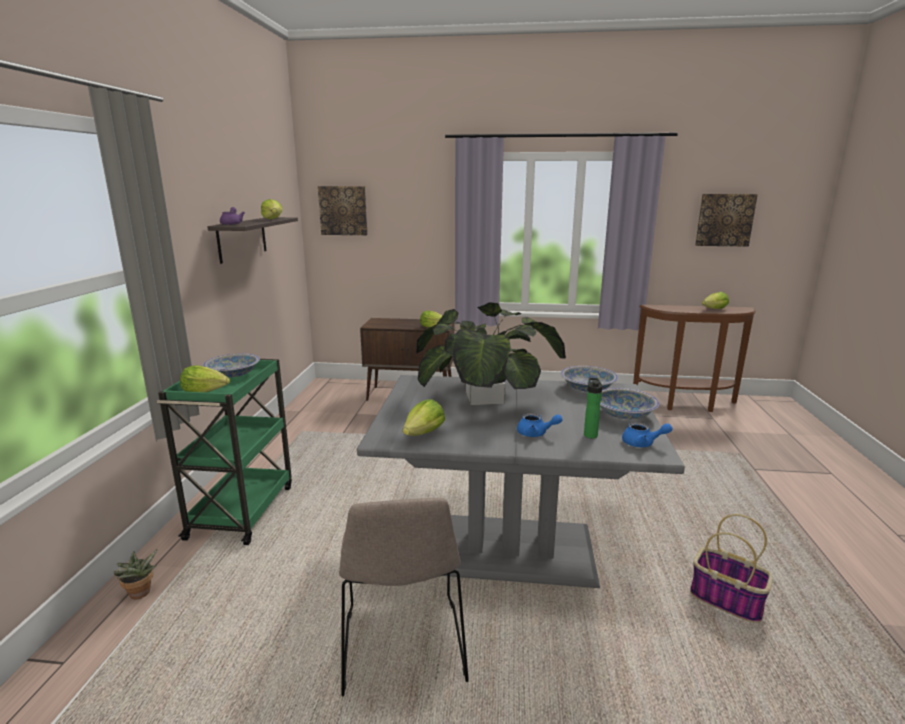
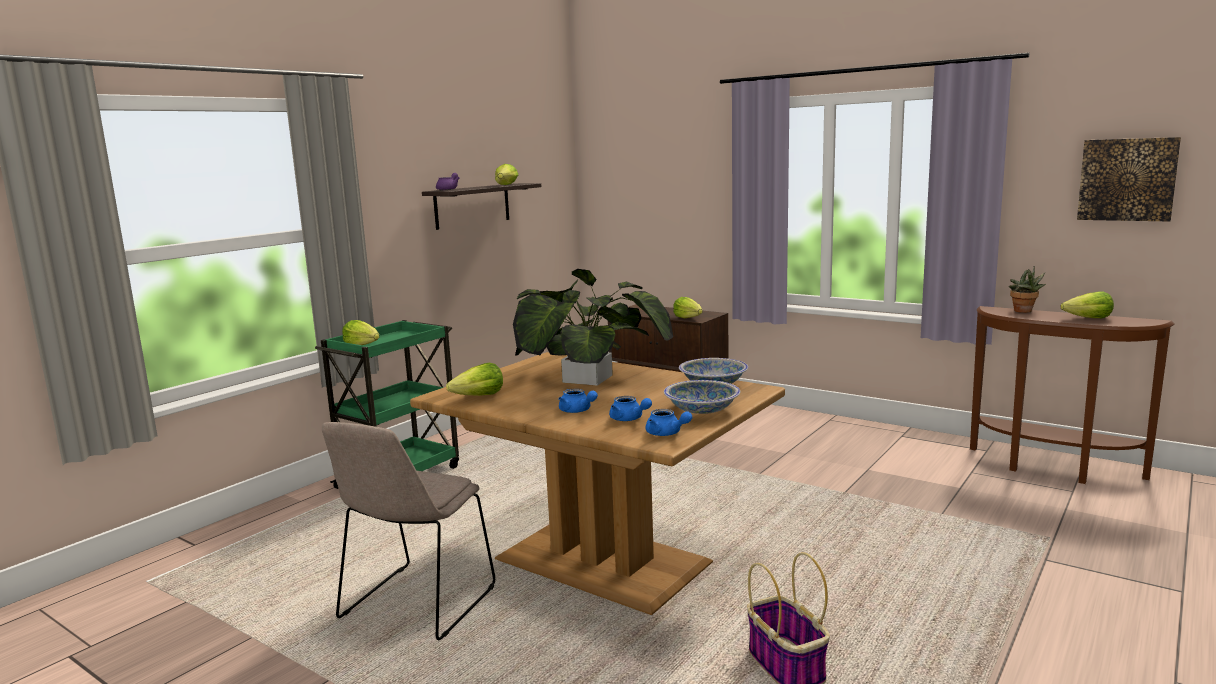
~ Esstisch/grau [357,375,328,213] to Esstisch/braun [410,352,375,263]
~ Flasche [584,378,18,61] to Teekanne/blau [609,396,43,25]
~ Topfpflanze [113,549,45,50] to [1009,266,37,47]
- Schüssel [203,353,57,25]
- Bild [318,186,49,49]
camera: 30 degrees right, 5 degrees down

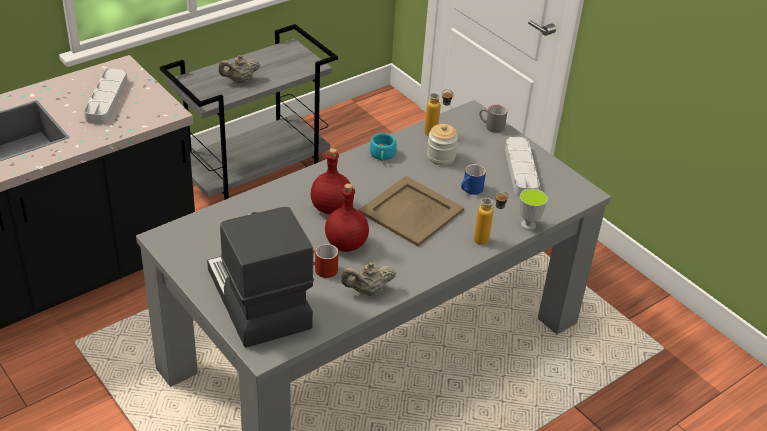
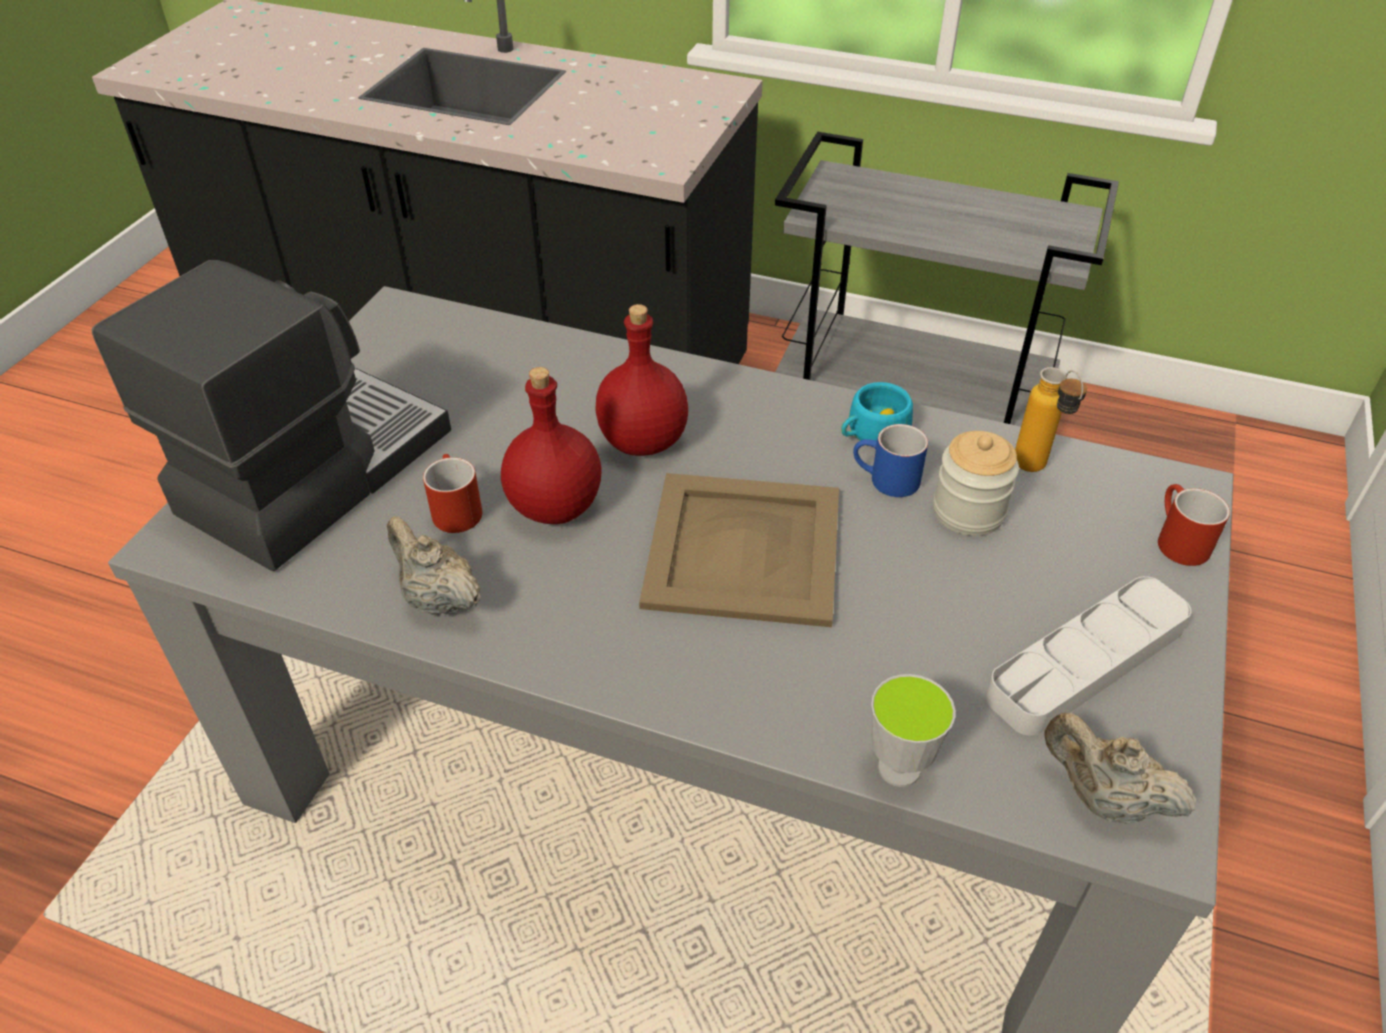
~ Henkelbecher/blau [461,164,25,31] to [853,424,75,73]
~ Teekanne/beige [218,55,42,28] to [1044,713,153,110]
~ Henkelbecher/grau [479,104,29,29] to Henkelbecher/rot [1158,484,72,82]
- Tablett/grau [84,69,43,55]
- Flasche [474,192,34,53]
camera: 60 degrees right, 5 degrees up

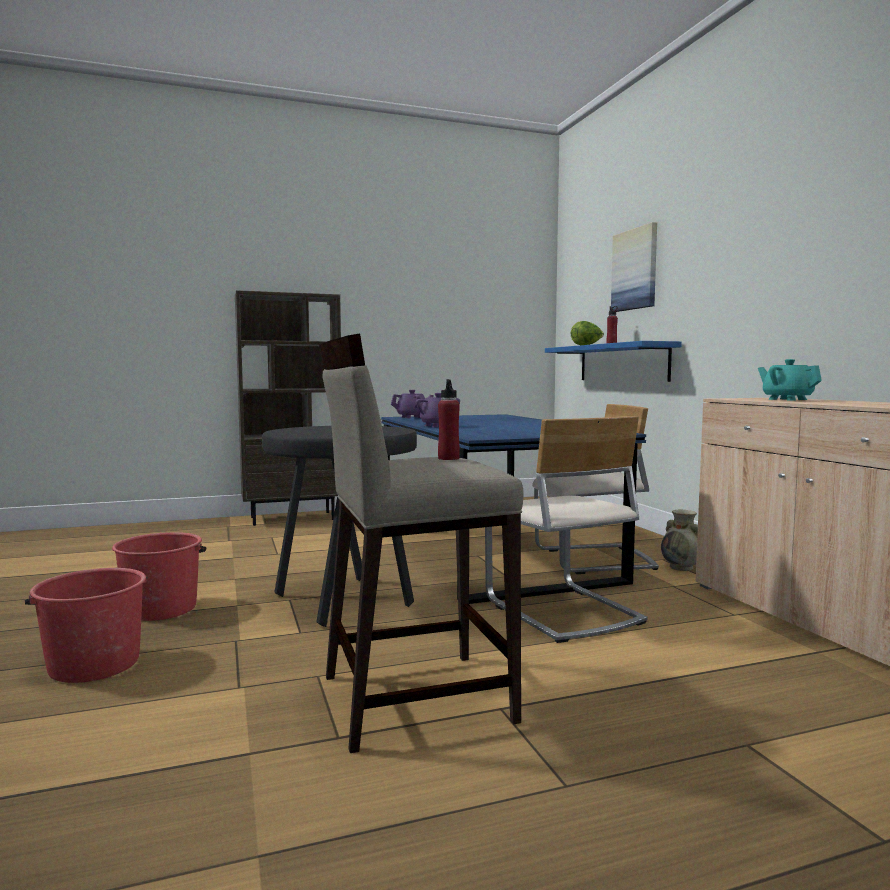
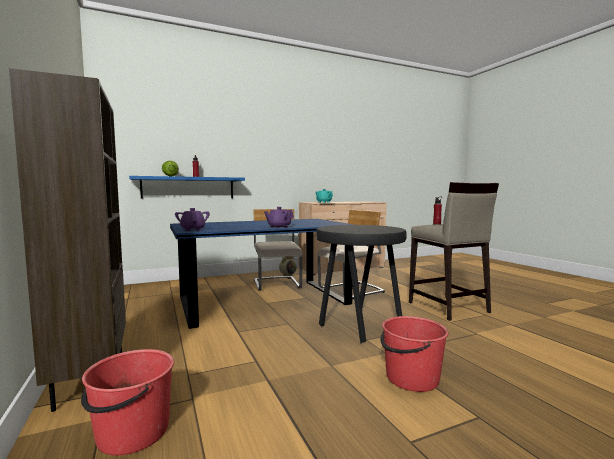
~ Eimer/rot [25,568,123,115] to [81,349,93,106]
- Bild [611,222,46,90]
camera: 95 degrees left, 0 degrees up

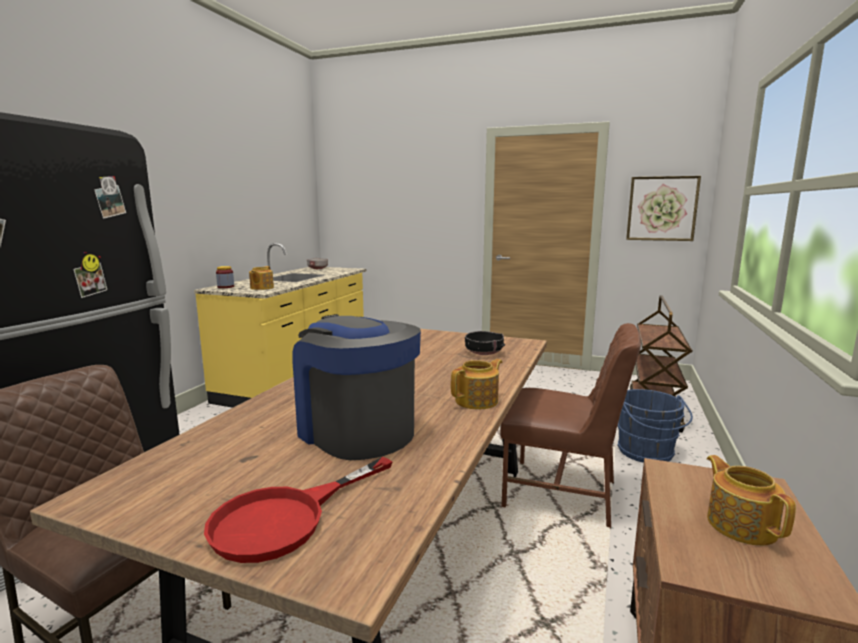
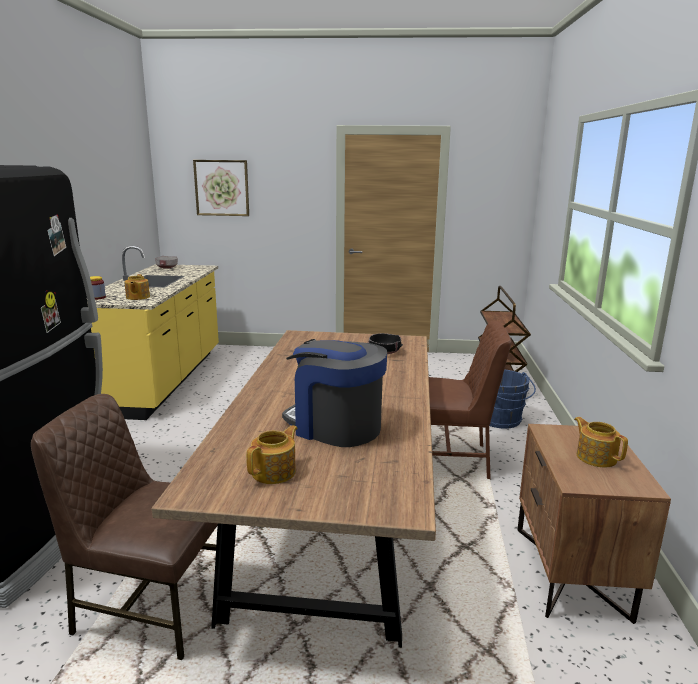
~ Bild [626,176,75,65] to [193,160,56,56]
~ Teekanne [451,359,52,50] to [246,425,52,59]
- Pfanne/rot [204,457,188,106]
camera: 15 degrees left, 5 degrees up

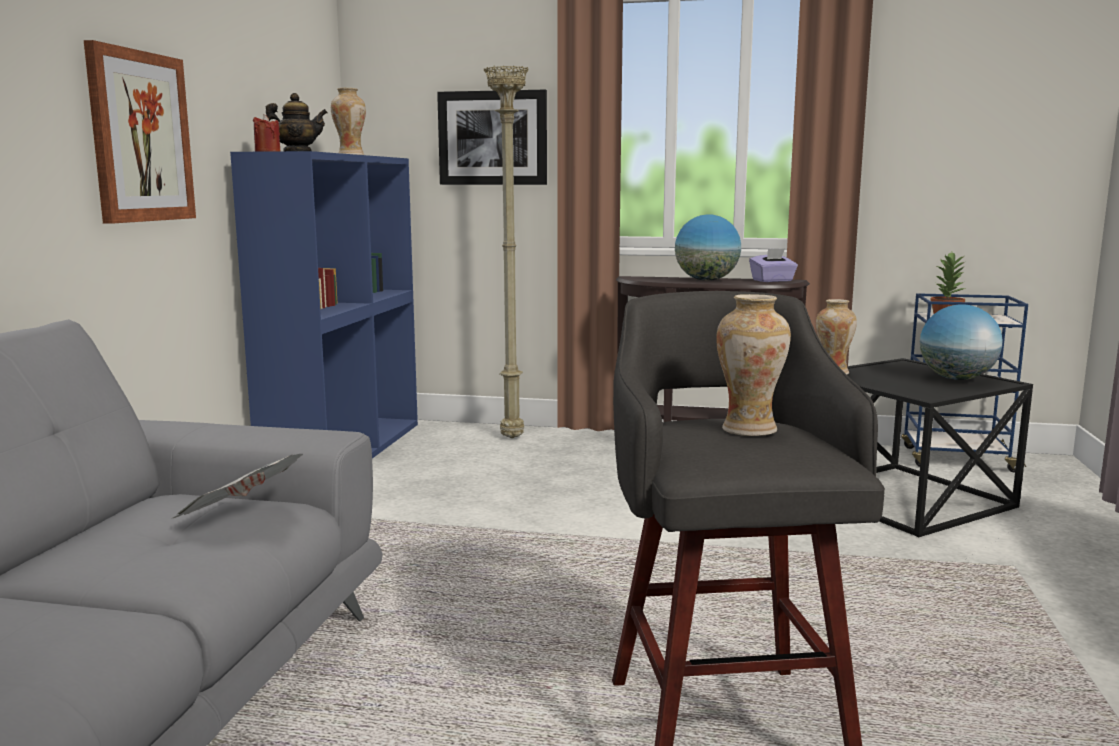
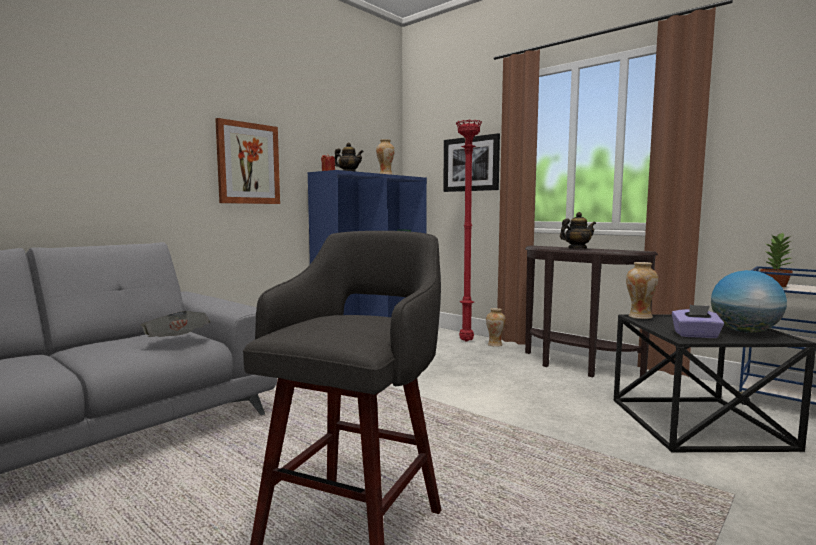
~ Stehlampe/beige [484,65,44,373] to Stehlampe/rot [456,120,26,222]
~ Vase [716,294,75,142] to [486,308,20,39]
~ Globus [675,214,66,67] to Teekanne [560,212,36,37]
~ Taschentuchbox/lila [749,248,49,34] to [672,305,52,33]
camera: 30 degrees right, 5 degrees down

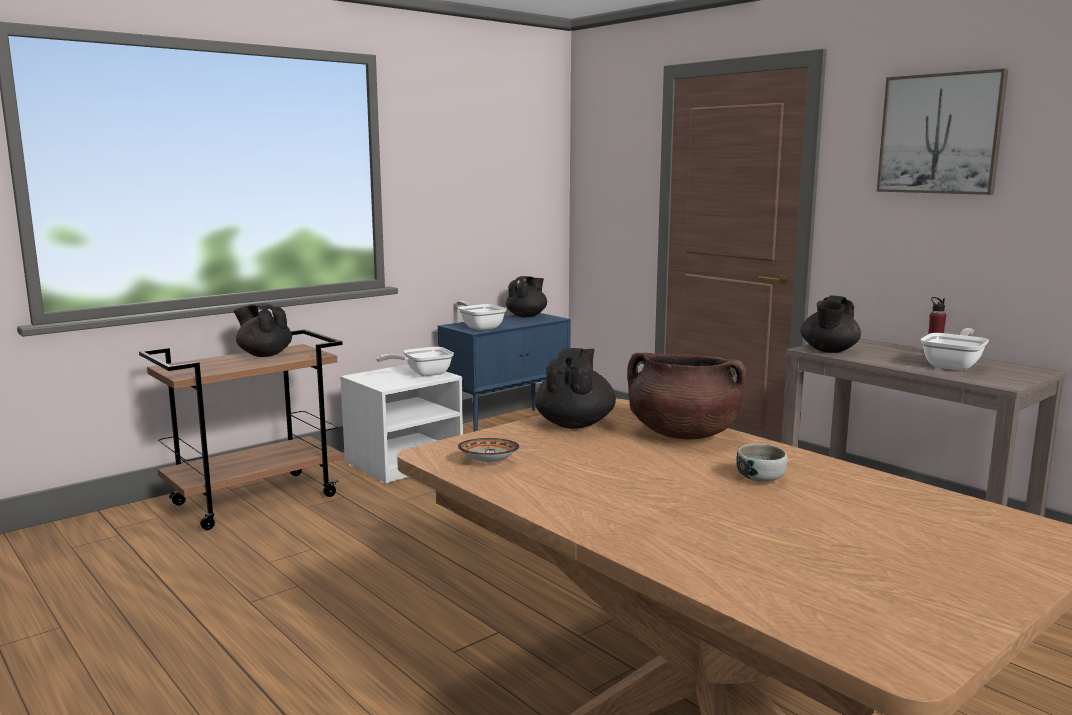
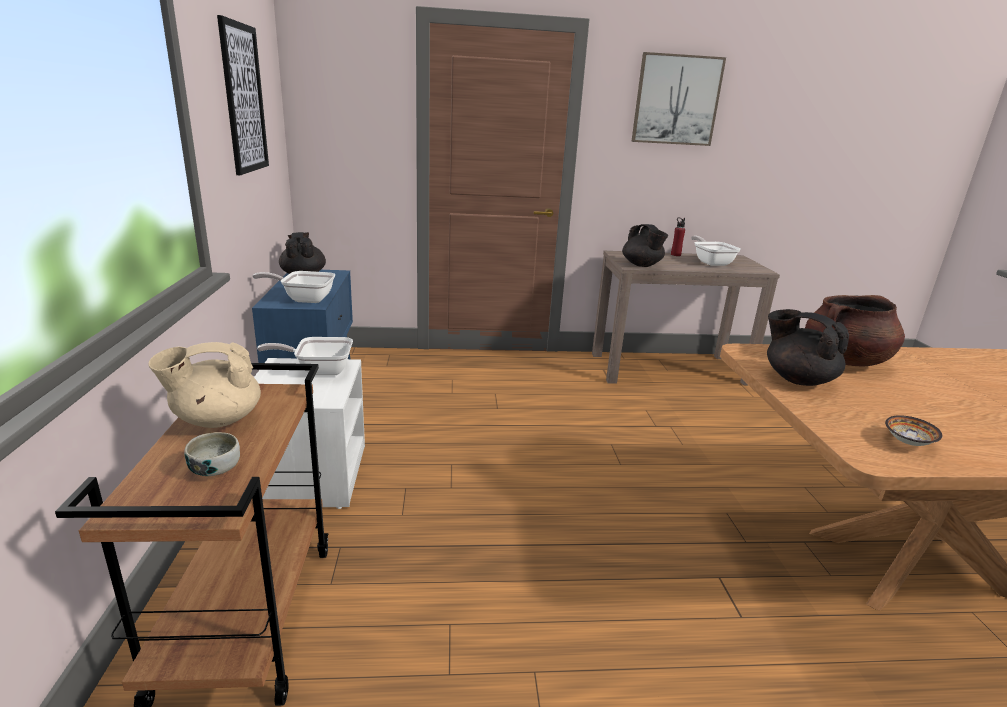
~ Teekanne/schwarz [234,303,58,54] to Teekanne/beige [149,342,112,86]
~ Schüssel [737,443,51,40] to [184,432,56,44]
+ Bild [217,15,52,160]
~ Pfanne [376,347,78,30] = [257,337,96,39] 75 degrees clockwise
camera: 55 degrees left, 10 degrees up

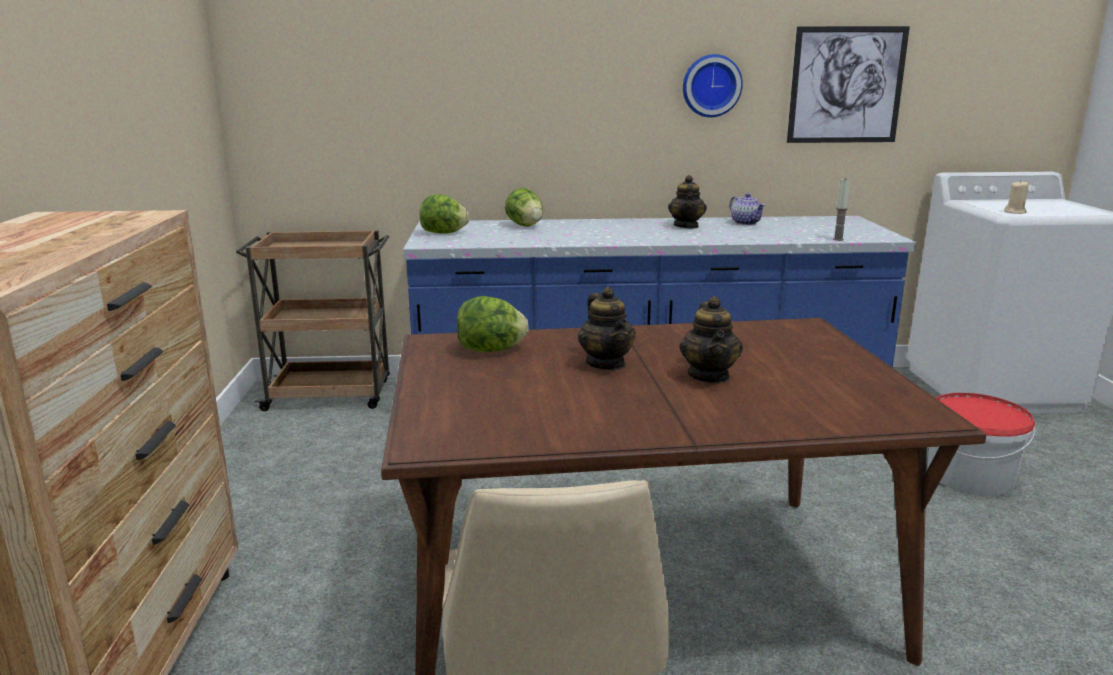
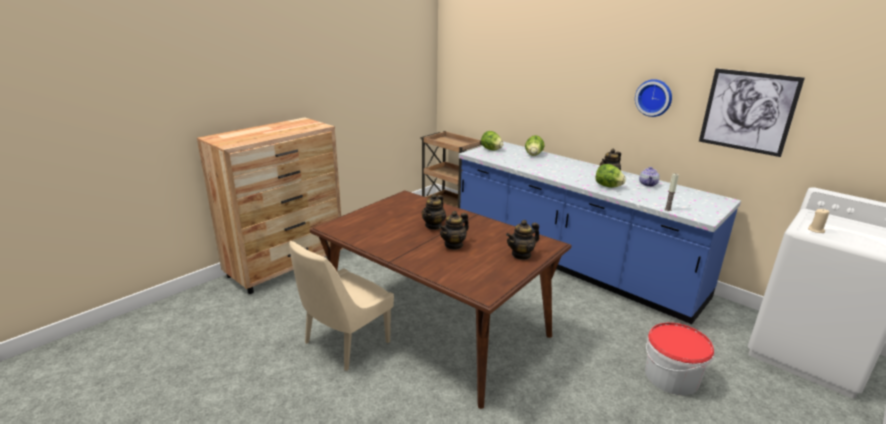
+ Teekanne [506,220,33,40]
~ Salatkopf [457,296,71,56] to [596,164,30,24]
camera: 45 degrees right, 5 degrees up

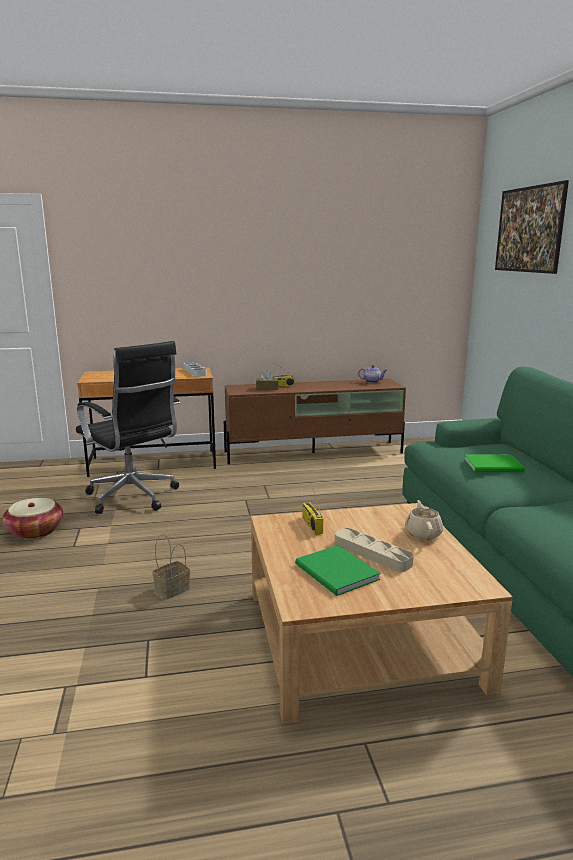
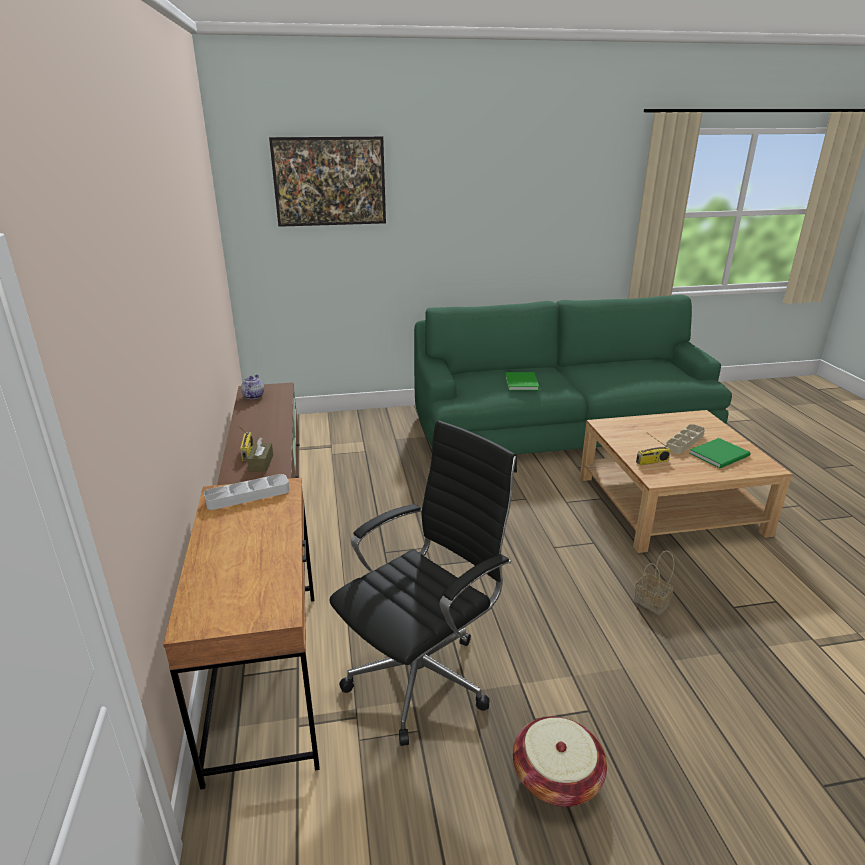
- Teekanne/beige [405,500,38,40]
camera: 90 degrees left, 10 degrees up

